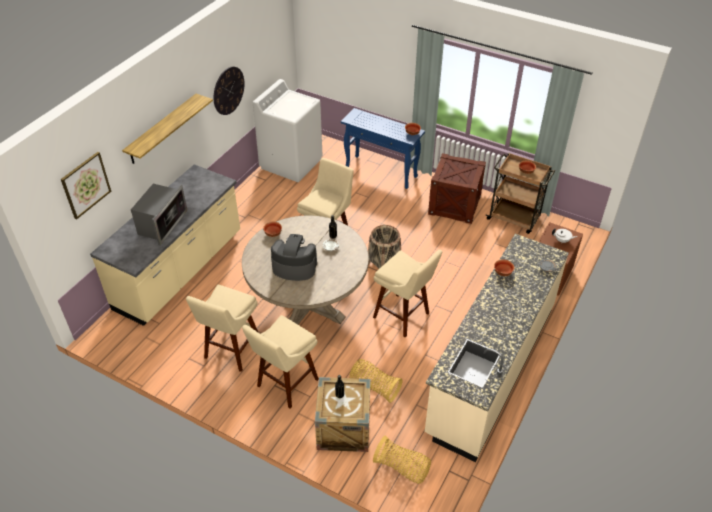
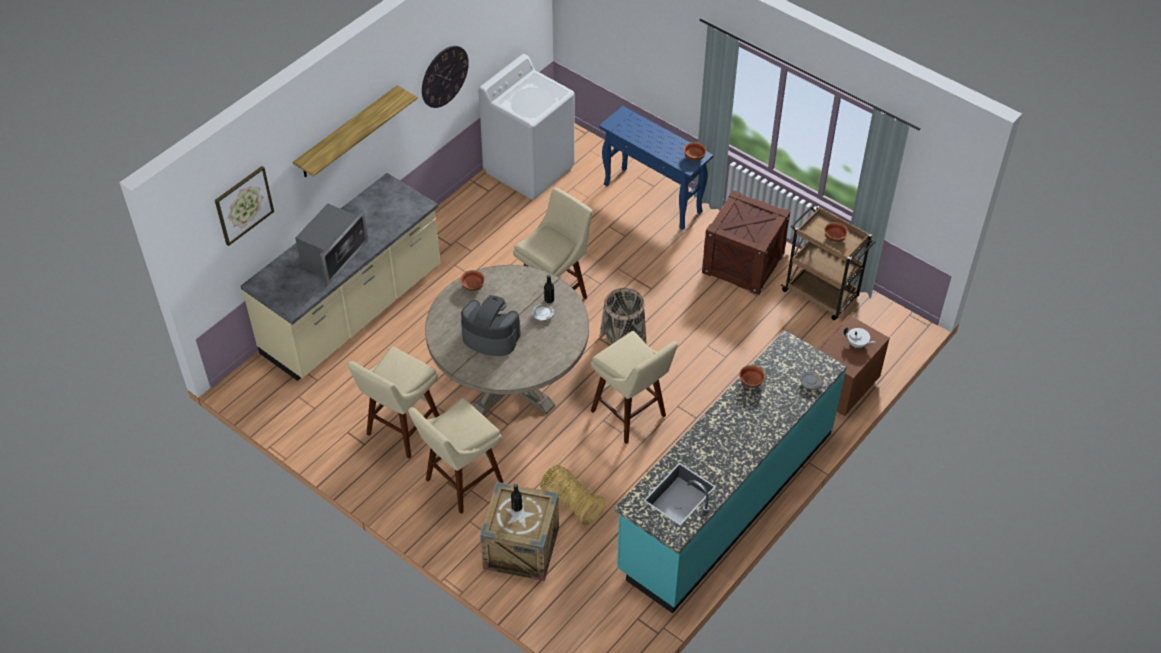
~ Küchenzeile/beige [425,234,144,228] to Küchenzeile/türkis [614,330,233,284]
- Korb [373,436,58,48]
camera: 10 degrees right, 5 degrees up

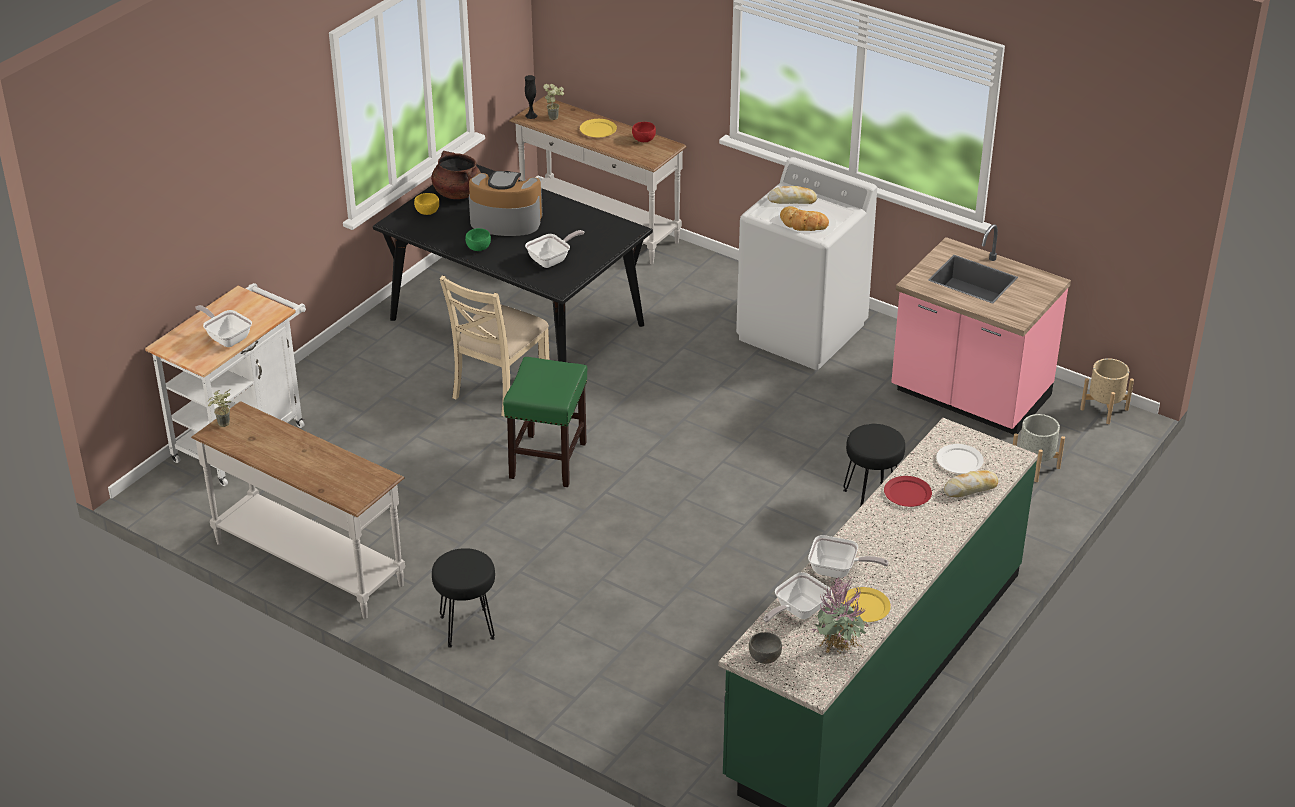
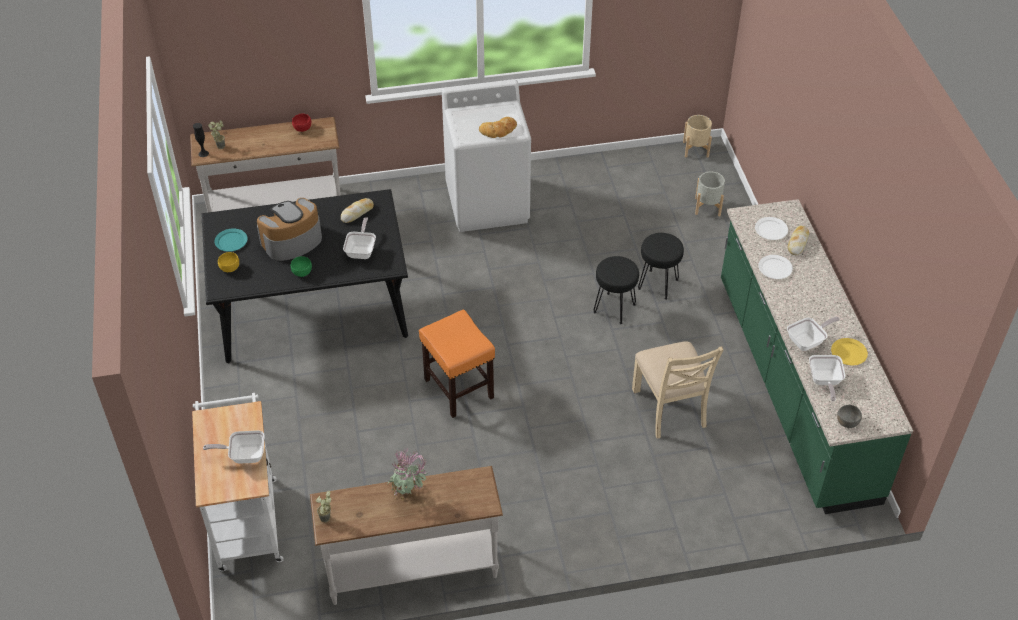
~ Kochtopf/braun [431,151,50,48] to Teller/türkis [215,228,33,24]
~ Brot [768,186,50,18] to [341,198,33,25]
~ Topfpflanze [812,577,58,81] to [387,446,41,55]
~ Hocker/grün [503,357,84,130] to Hocker/orange [419,310,76,108]
~ Hocker/schwarz [432,548,63,100] to [594,256,45,68]
~ Stuhl/beige [440,275,109,142] to [632,341,91,98]
~ Teller/rot [884,476,48,31] to Teller/weiß [758,255,35,24]
- Teller/gelb [580,119,37,18]
- Küchenzeile/rosa [891,224,180,211]
camera: 45 degrees left, 10 degrees up

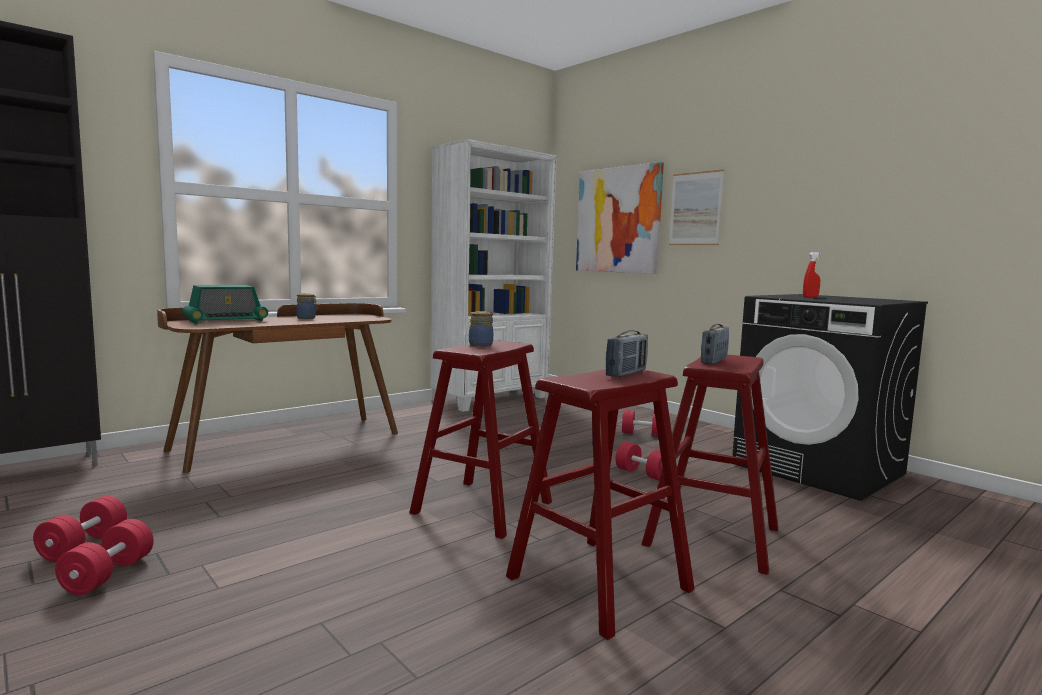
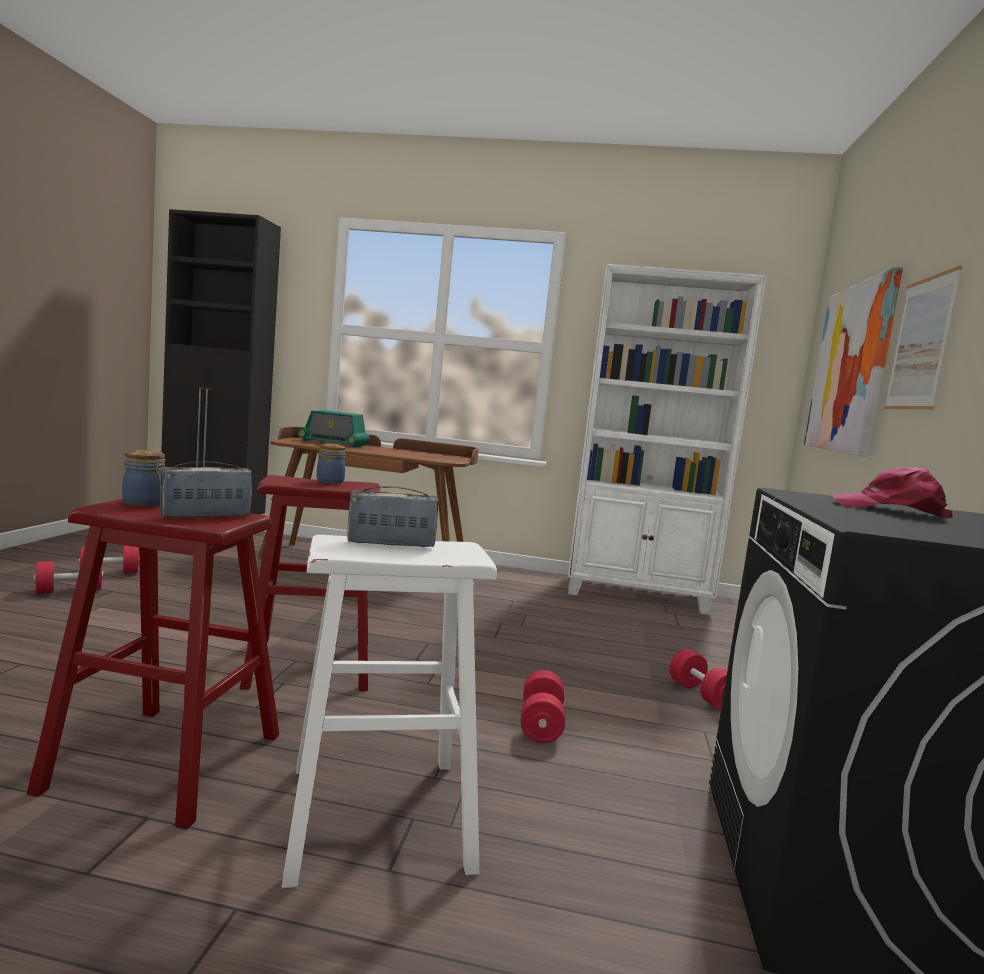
~ Vorratsglas [296,293,21,26] to [122,450,44,57]
~ Radio [606,330,42,47] = [160,461,92,57] 150 degrees clockwise
~ Hocker/rot [641,355,138,220] to Hocker/weiß [282,535,215,353]
~ Sprühflasche/rot [803,252,18,45] to Kappe/rosa [832,467,121,52]
camera: 50 degrees right, 0 degrees up

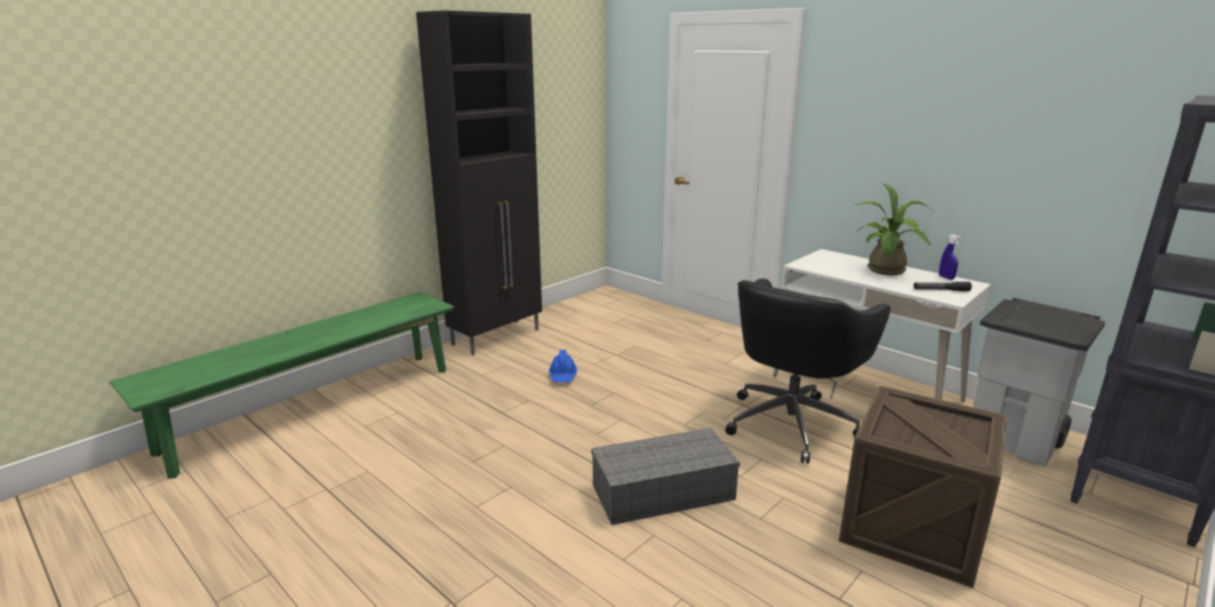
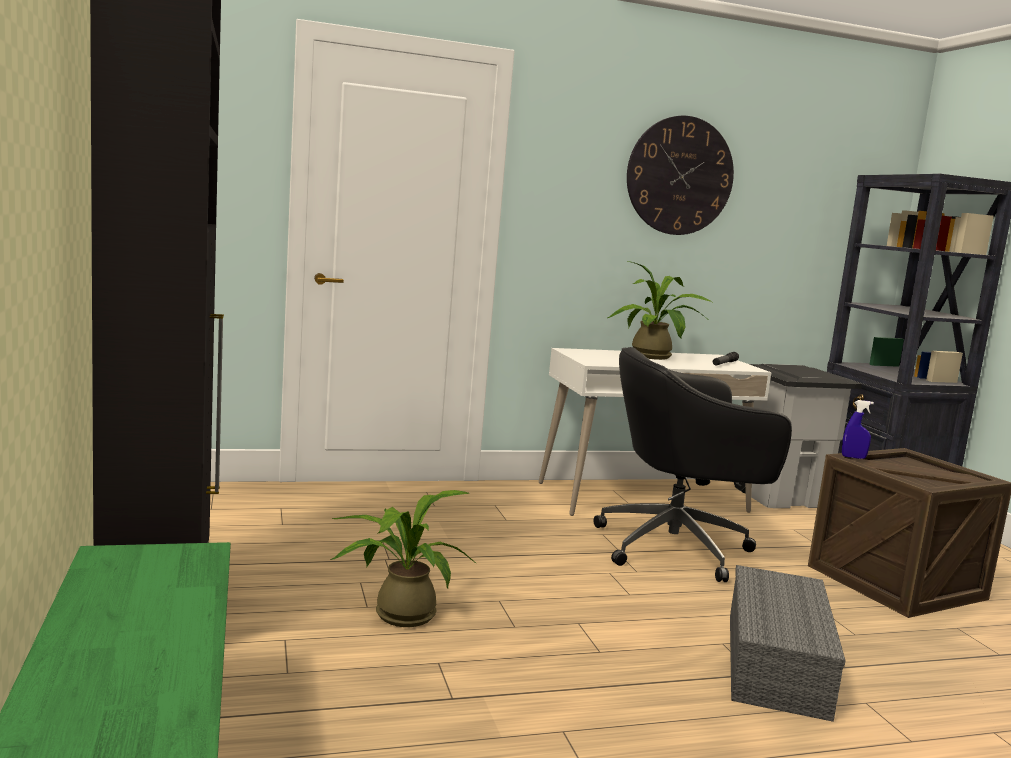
~ Schutzhelm/blau [549,350,28,33] to Topfpflanze [330,490,147,137]
~ Bürostuhl/schwarz [725,278,165,186] = [593,347,199,235] 105 degrees clockwise
+ Wanduhr [627,116,107,119]
~ Sprühflasche/blau [939,234,22,46] to [842,400,32,59]
camera: 60 degrees left, 10 degrees down

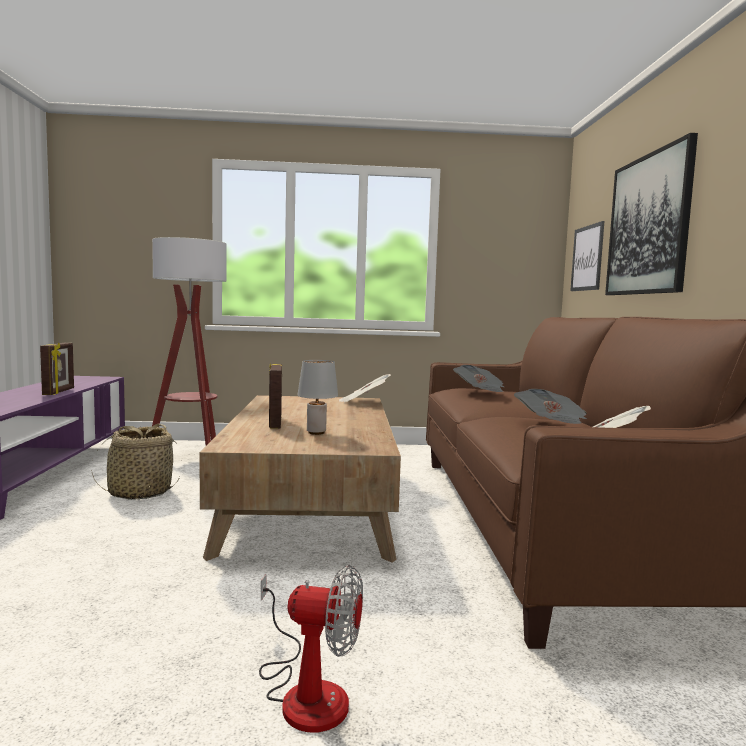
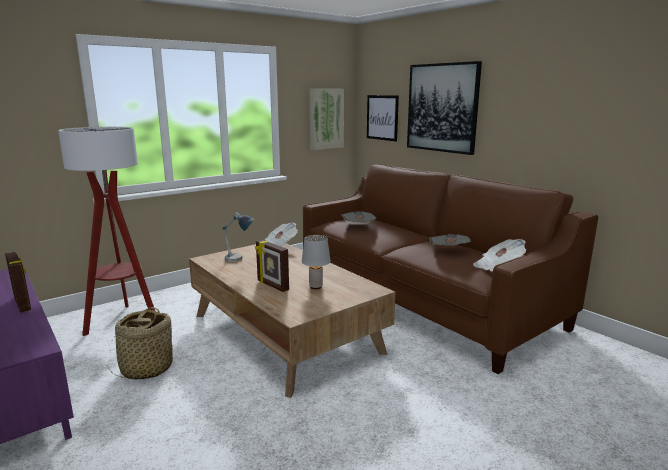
+ Tischlampe [223,212,31,50]
+ Bild [309,89,35,61]
- Ventilator [259,565,104,168]
camera: 35 degrees left, 10 degrees up

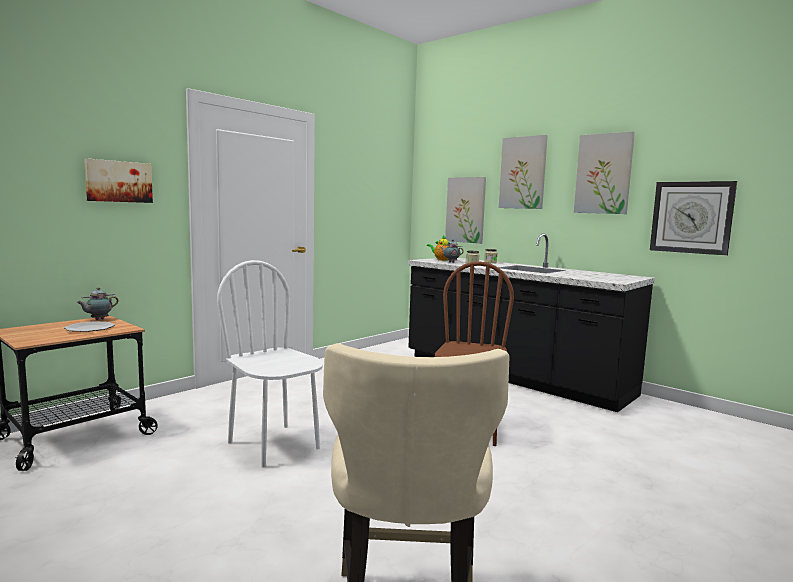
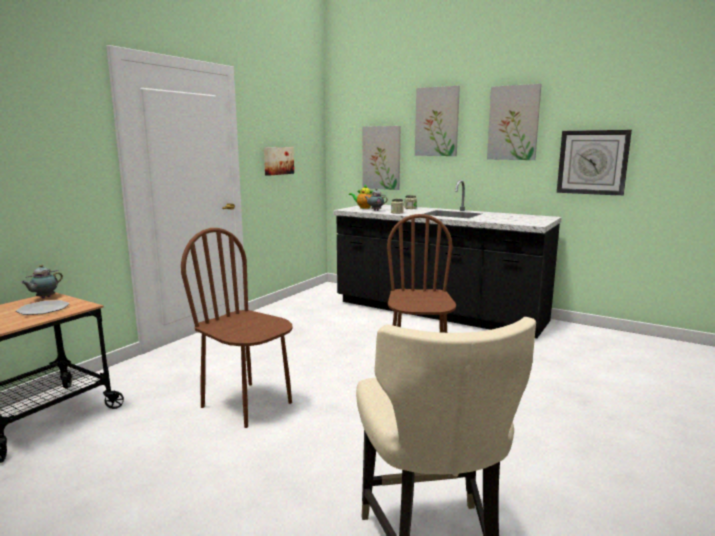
~ Stuhl/weiß [217,260,106,208] to Stuhl/braun [181,228,112,200]
~ Bild [84,158,69,45] to [264,147,30,29]
camera: 10 degrees left, 5 degrees up

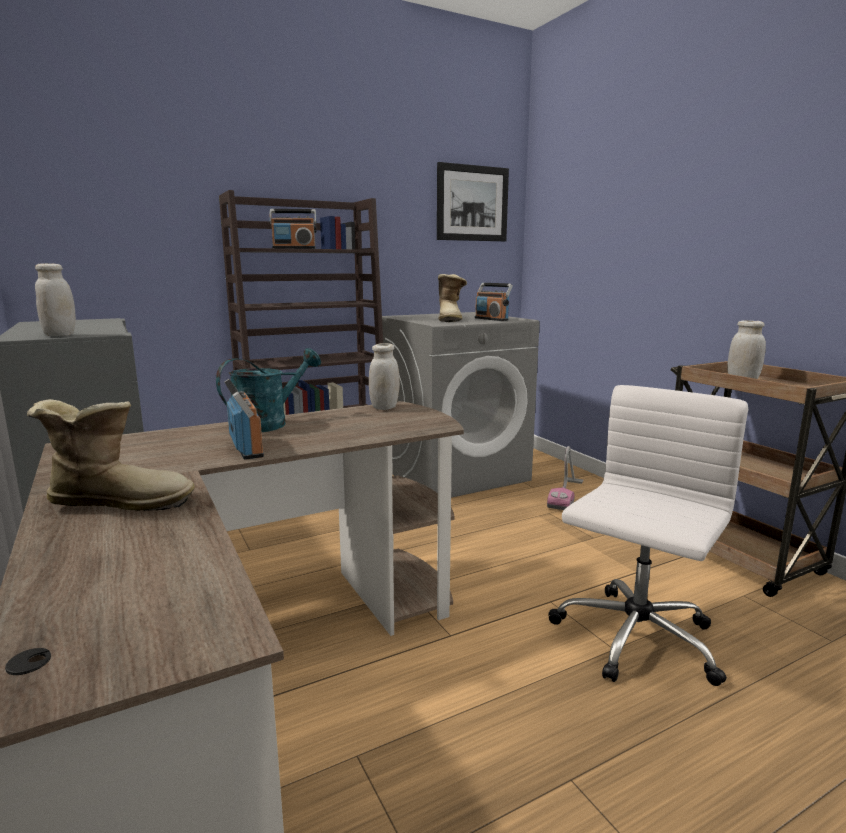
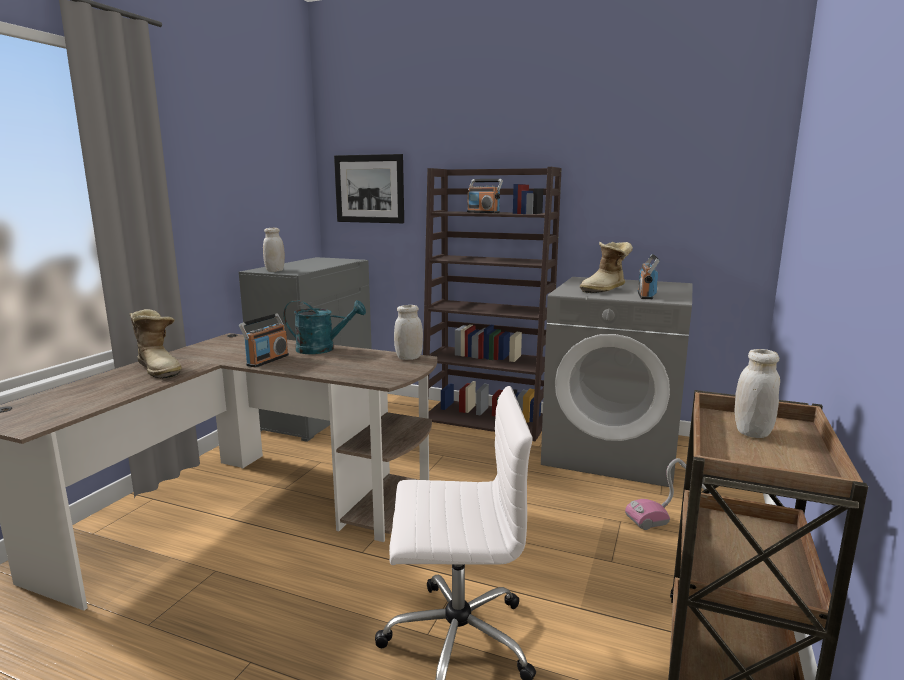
~ Bild [437,162,72,79] to [334,154,70,69]
camera: 50 degrees right, 0 degrees up

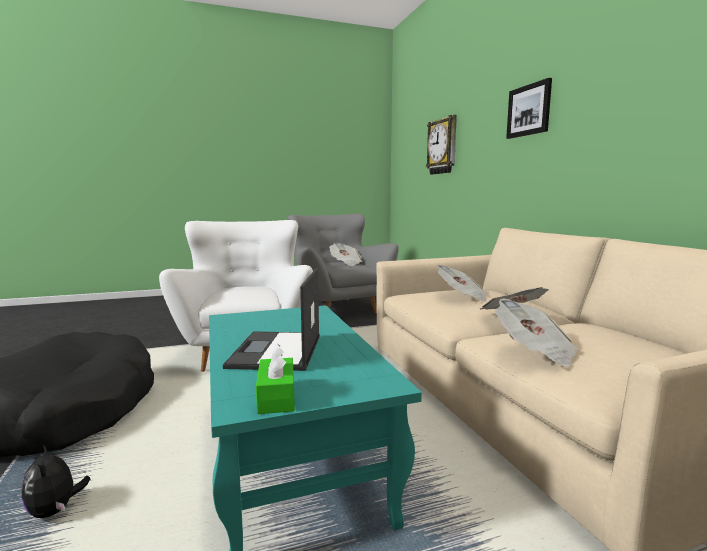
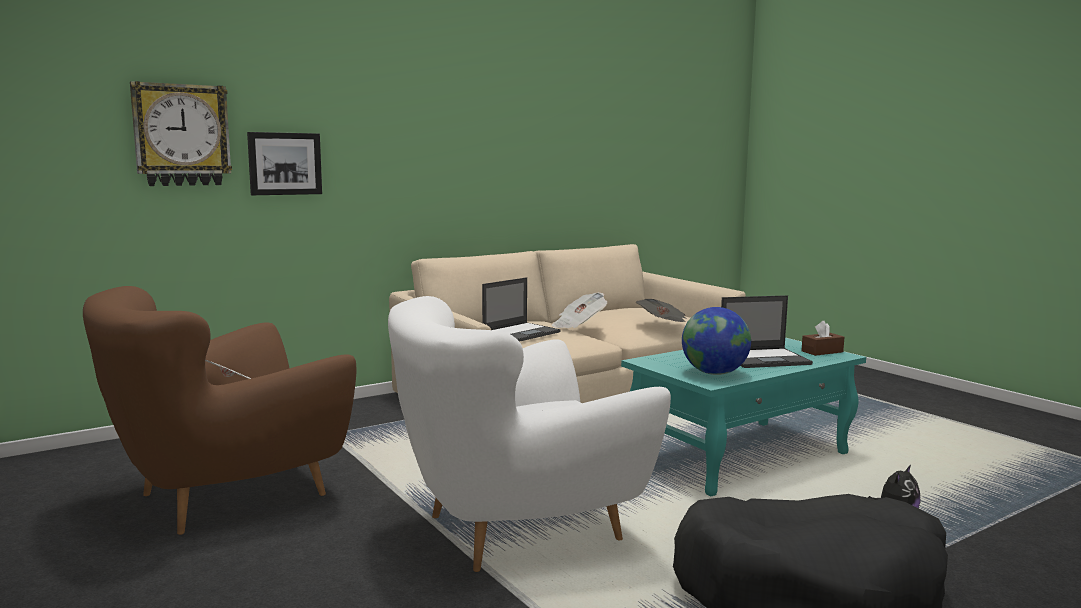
~ Sessel/grau [287,214,112,100] to Sessel/braun [83,286,273,249]
~ Bild [506,78,46,61] to [247,132,75,63]
~ Zeitung [437,265,50,37] to Laptop [482,277,79,65]
+ Globus [682,307,69,68]
~ Taschentuchbox/grün [256,344,39,70] to Taschentuchbox/braun [801,321,43,35]
camera: 105 degrees left, 0 degrees up

